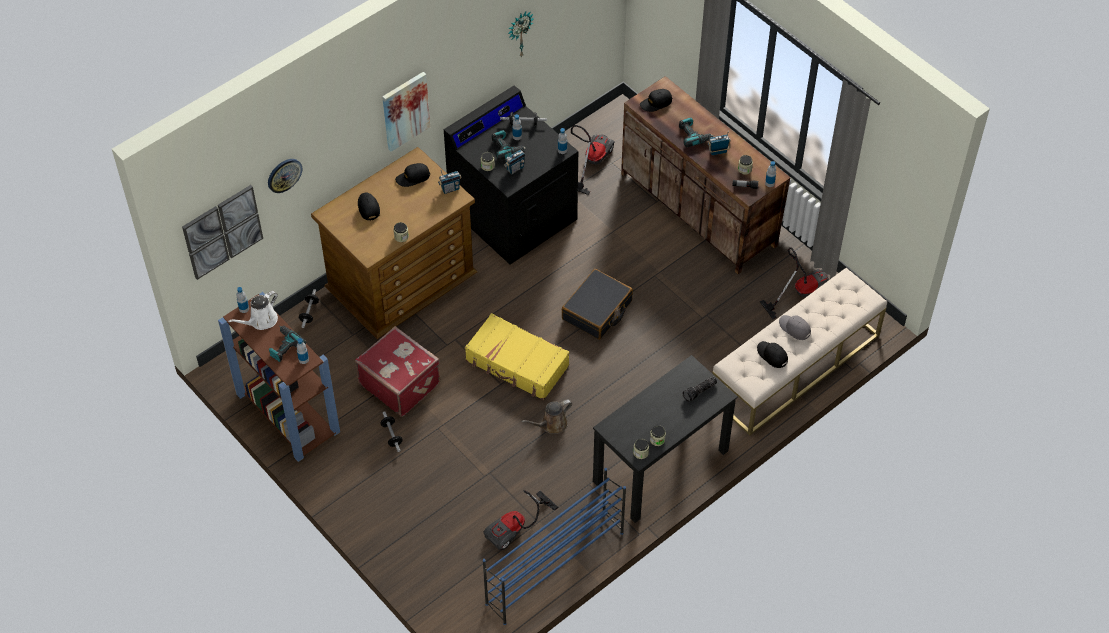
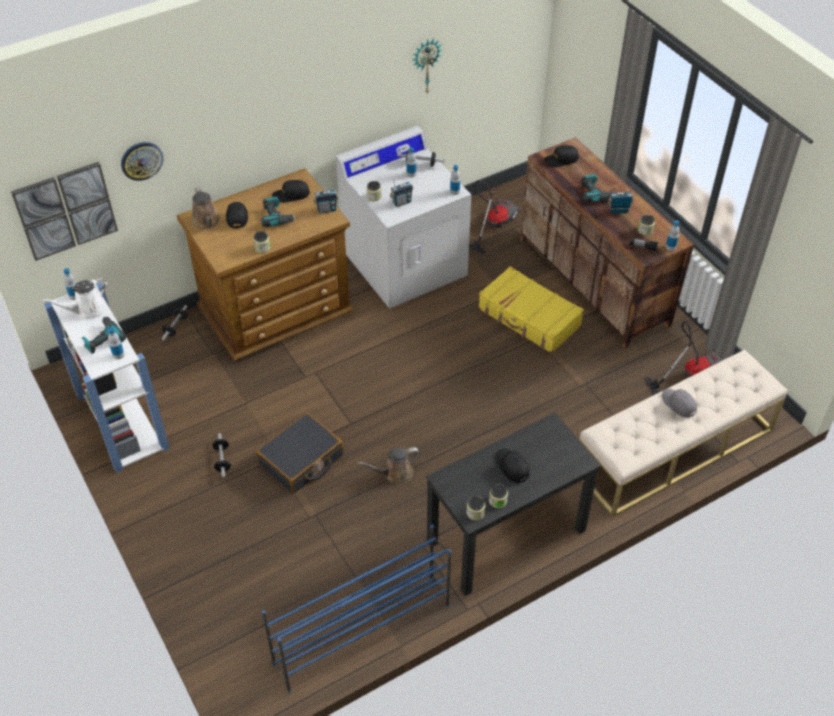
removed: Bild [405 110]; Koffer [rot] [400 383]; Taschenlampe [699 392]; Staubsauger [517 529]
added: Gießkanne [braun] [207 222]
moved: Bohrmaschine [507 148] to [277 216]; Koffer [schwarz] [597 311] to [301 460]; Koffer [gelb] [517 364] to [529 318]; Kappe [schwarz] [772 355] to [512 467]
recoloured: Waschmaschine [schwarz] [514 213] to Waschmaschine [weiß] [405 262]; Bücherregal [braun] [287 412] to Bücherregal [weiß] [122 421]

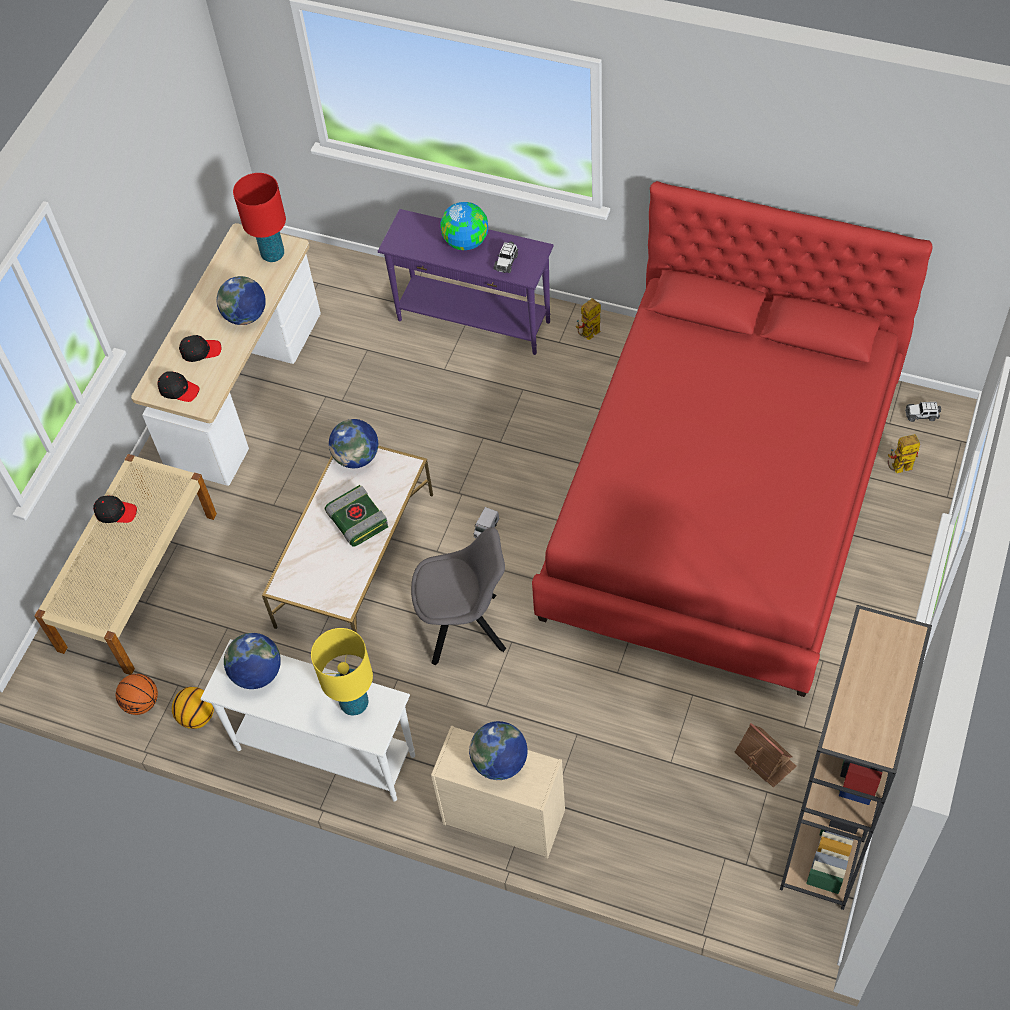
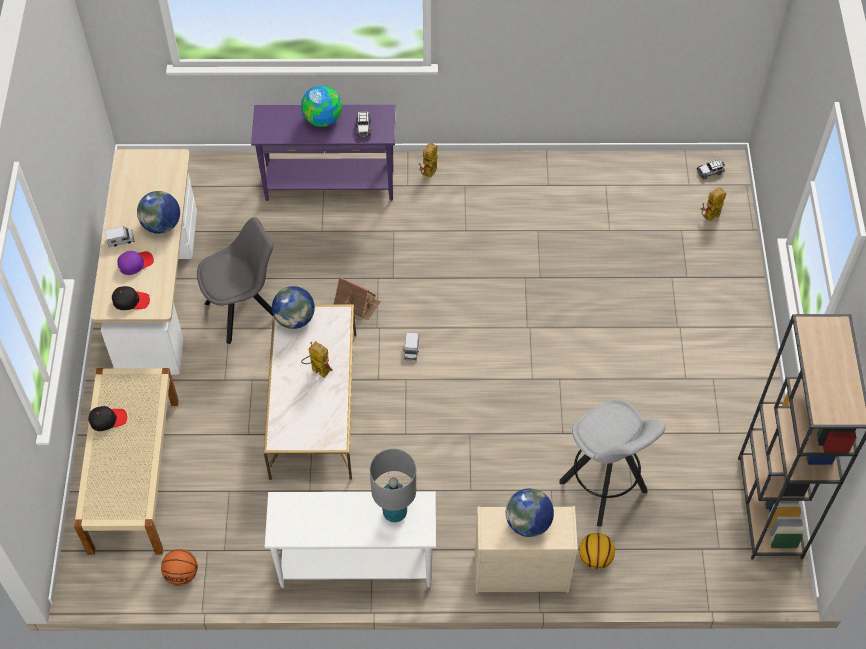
removed: Tischlampe [rot] [273 254]; Bett [rot] [723 499]; Globus [257 673]
added: Spielzeuglaster [121 240]; Hocker [grau] [604 489]
moved: Stuhl [grau] [465 628] to [243 311]; Basketball [197 716] to [595 558]; Spielzeughaus [765 758] to [357 303]
replaced: Buch [356 520] to Spielzeugroboter [316 369]
recoloured: Kappe [schwarz] [200 351] to Kappe [lila] [135 263]; Tischlampe [gelb] [354 703] to Tischlampe [grau] [395 512]

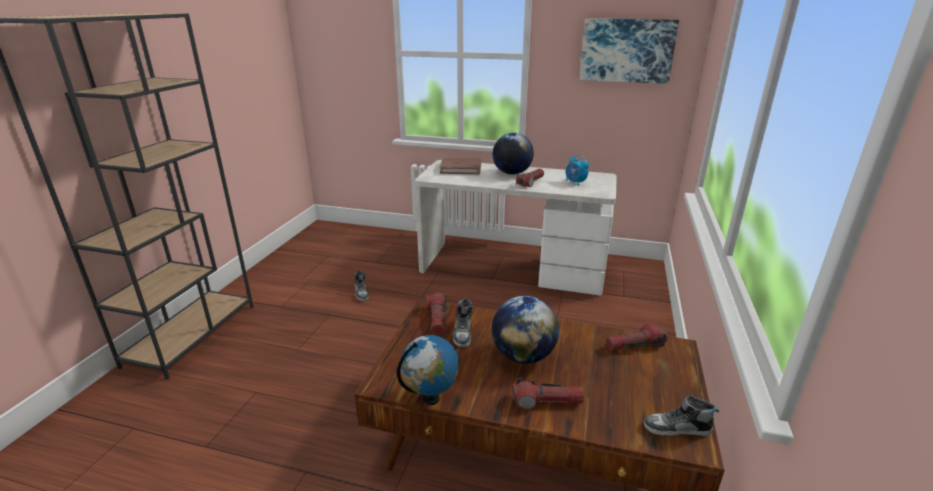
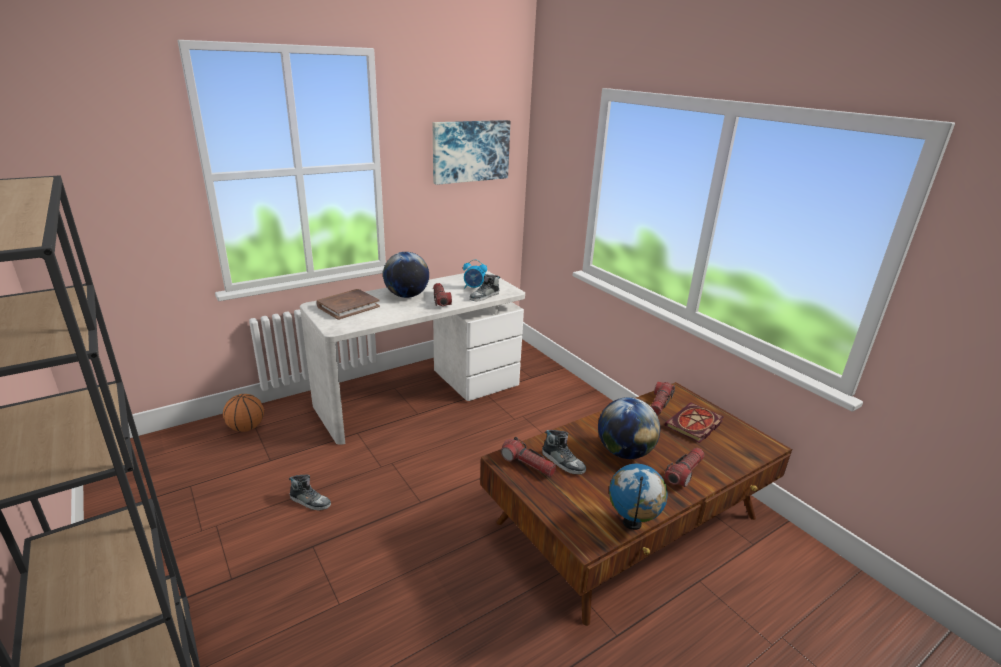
added: Basketball [246 428]; Buch [694 425]
moved: Schuh [677 428] to [484 296]

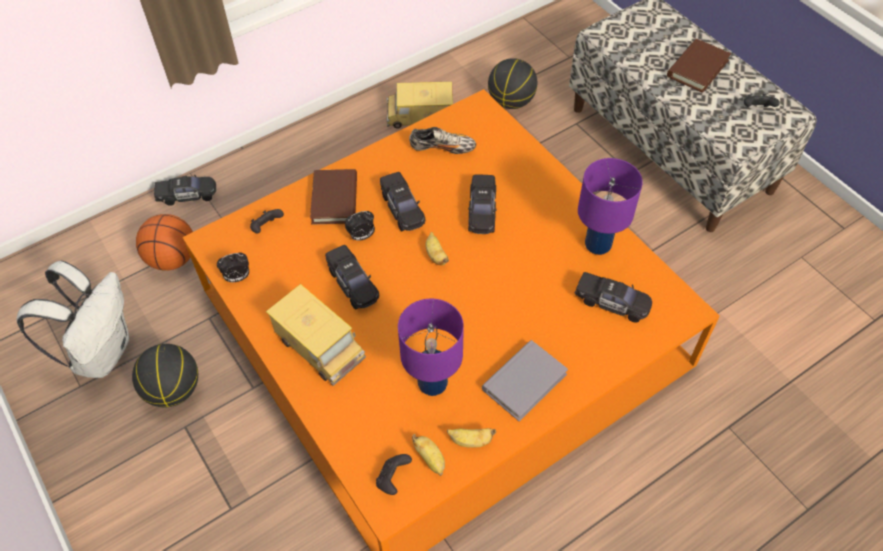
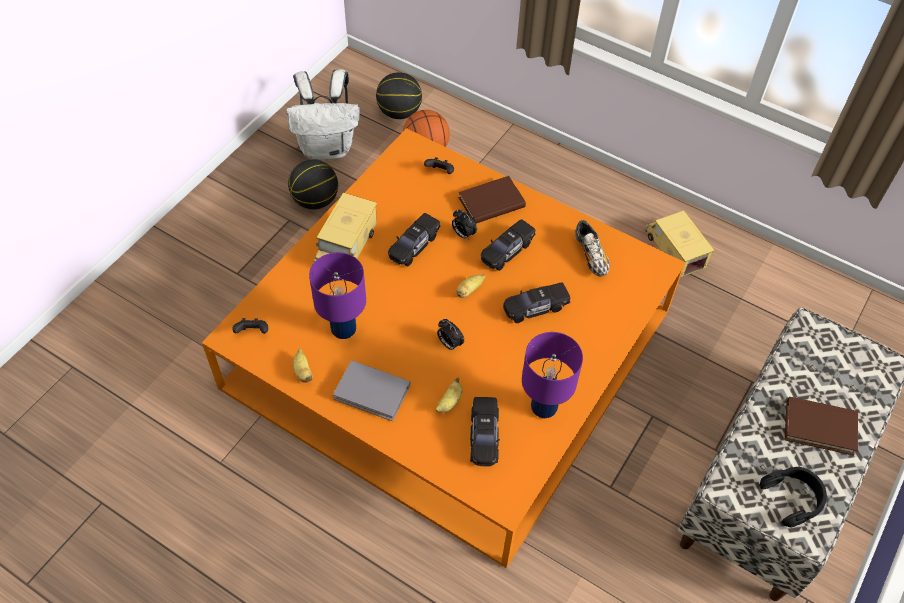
removed: Spielzeugauto [schwarz] [187 195]
moved: Basketball [510 102] to [399 112]; Wecker [237 278] to [449 344]; Banane [430 459] to [449 402]
replaced: Gamepad [schwarz] [756 109] to Kopfhörer [schwarz] [793 498]

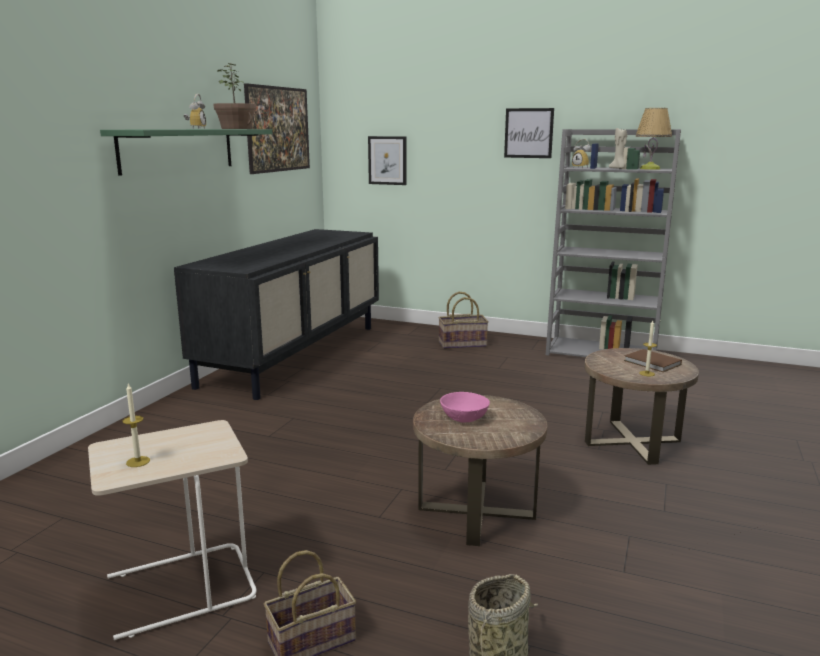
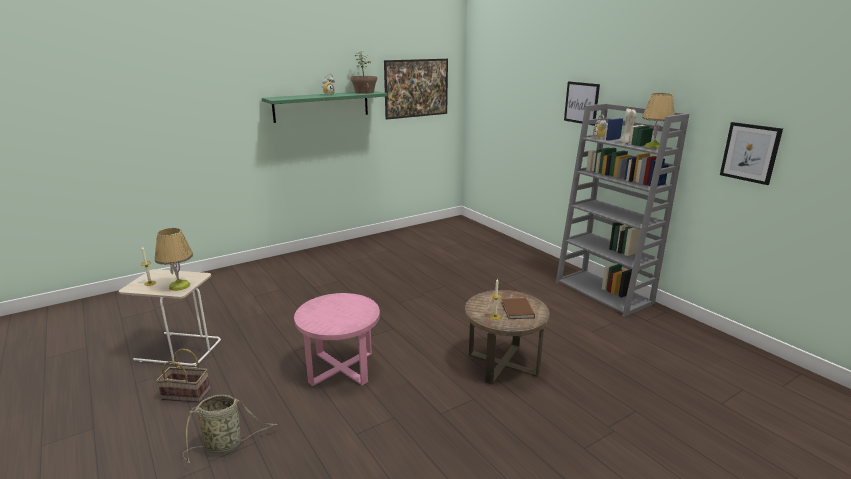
removed: Schrank [schwarz] [296 355]; Korb [462 344]; Schüssel [rosa] [463 418]
added: Tischlampe [179 286]
moved: Bild [387 160] to [750 152]
recoloured: Beistelltisch [braun] [476 511] to Beistelltisch [rosa] [341 367]

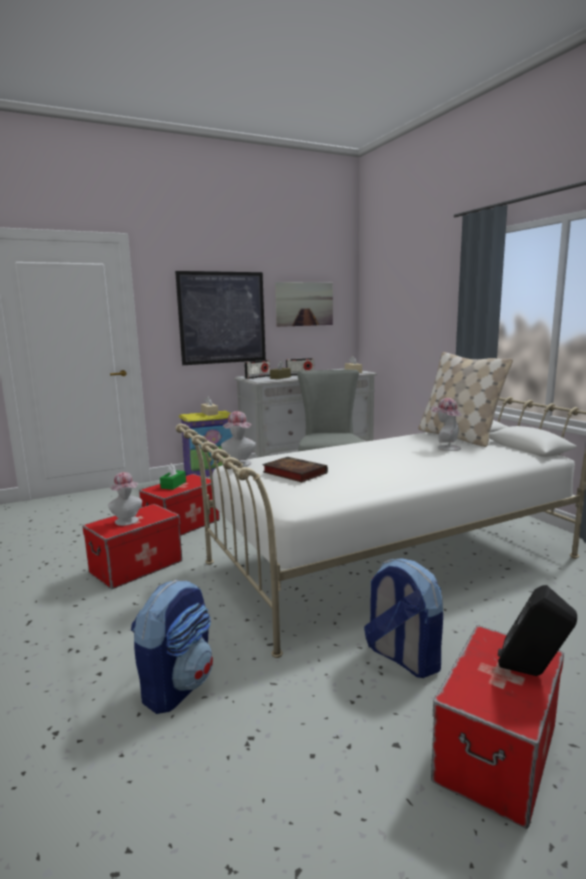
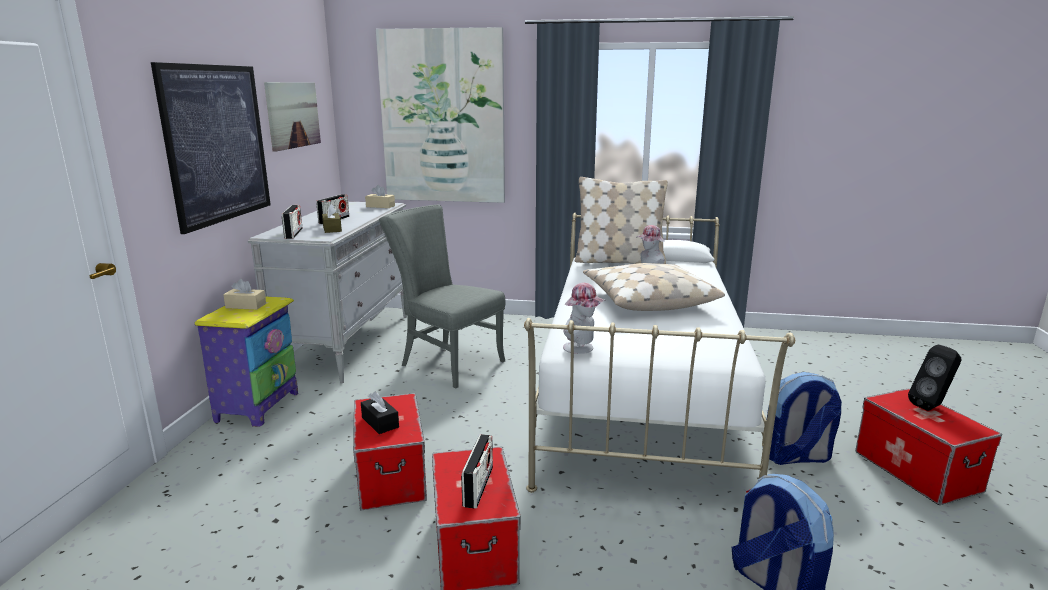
removed: Buch [293 473]
added: Bild [442 117]; Kissen [beige] [647 300]
replaced: Hut [127 522] to Radio [478 486]
recoloured: Taschentuchbox [grün] [173 485] to Taschentuchbox [schwarz] [380 422]

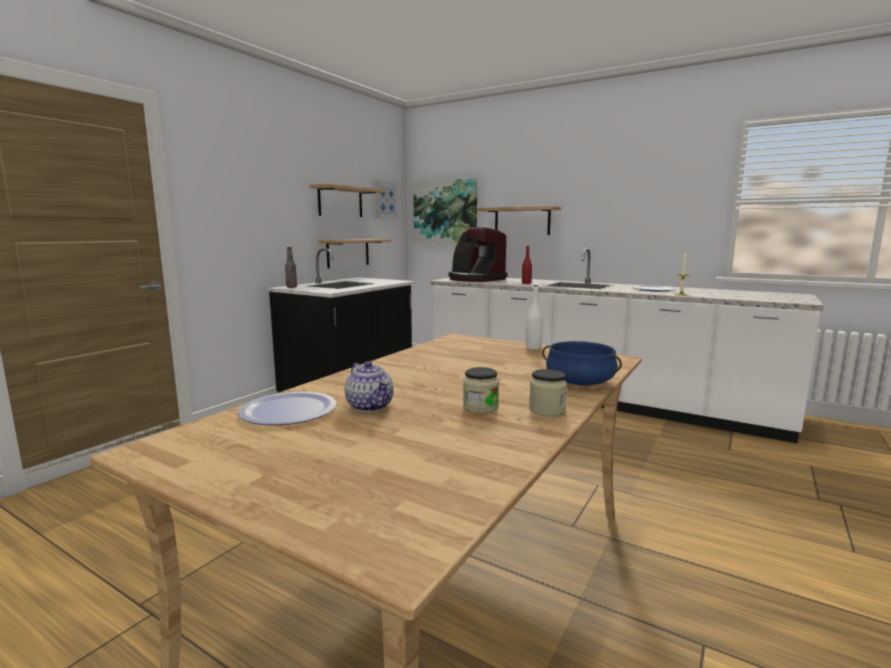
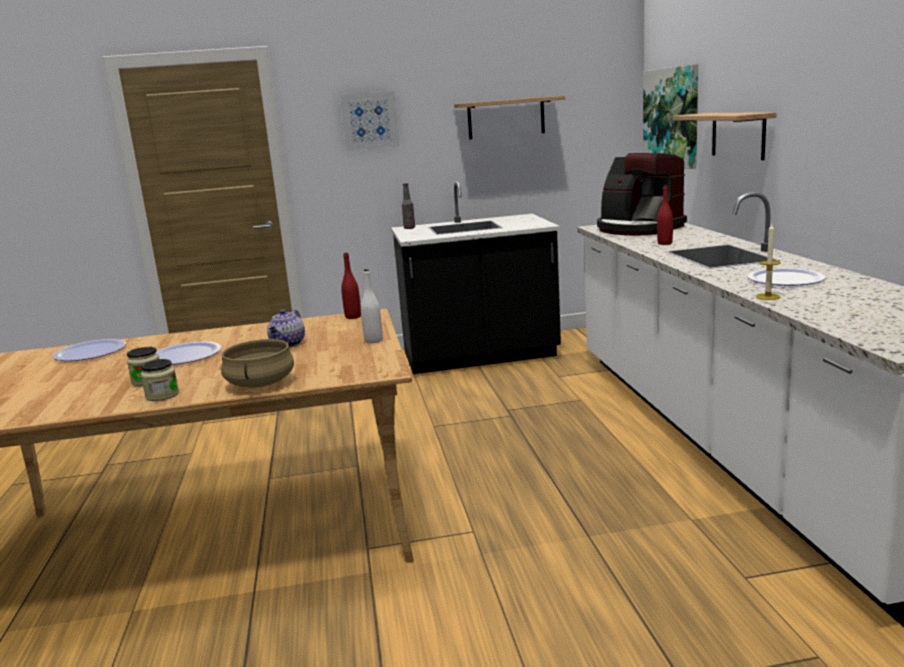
removed: Wandregal [348 253]
added: Flasche [rot] [353 317]; Teller [185 355]
moved: Bild [385 200] to [369 120]; Teekanne [370 406] to [288 344]
recoloured: Kochtopf [blau] [579 382] to Kochtopf [beige] [260 383]
turned: Kaffeemaschine [475 279] = [638 228] 45 degrees counterclockwise

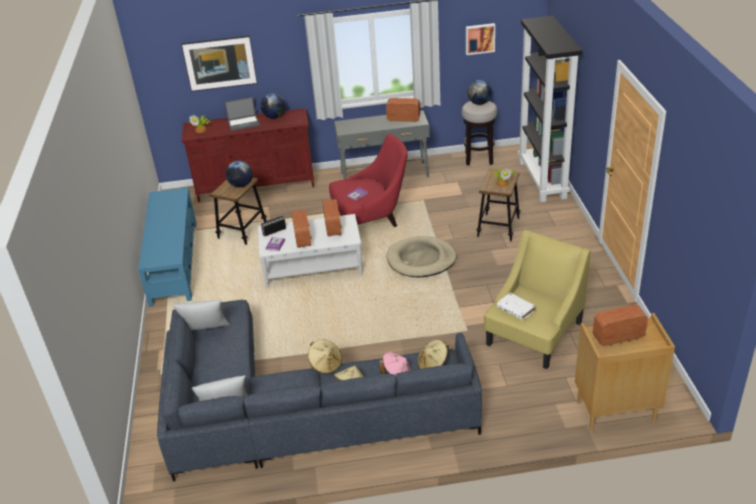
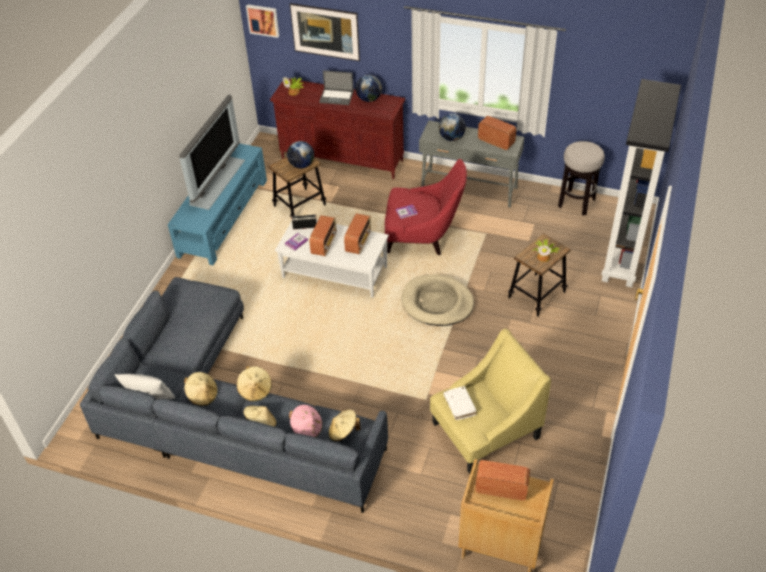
removed: Kissen [grau] [206 331]
added: Fernseher [215 181]; Hut [beige] [202 395]
moved: Bild [480 38] to [263 20]; Globus [479 103] to [451 138]

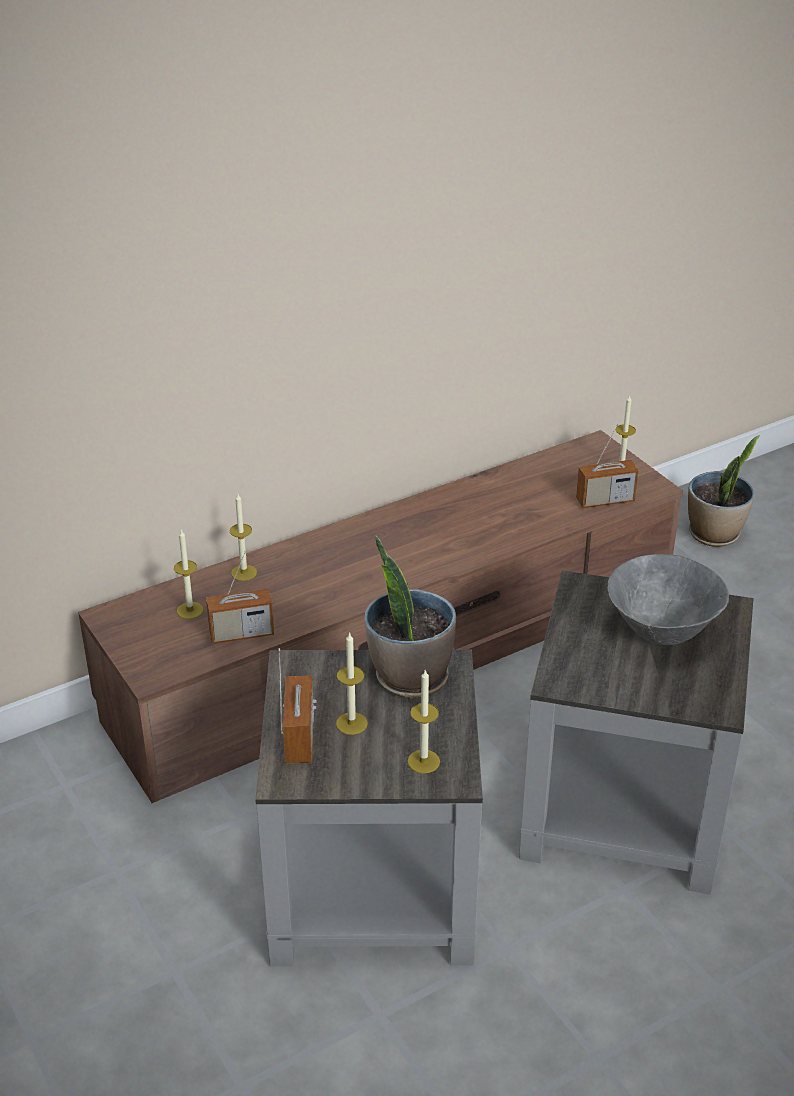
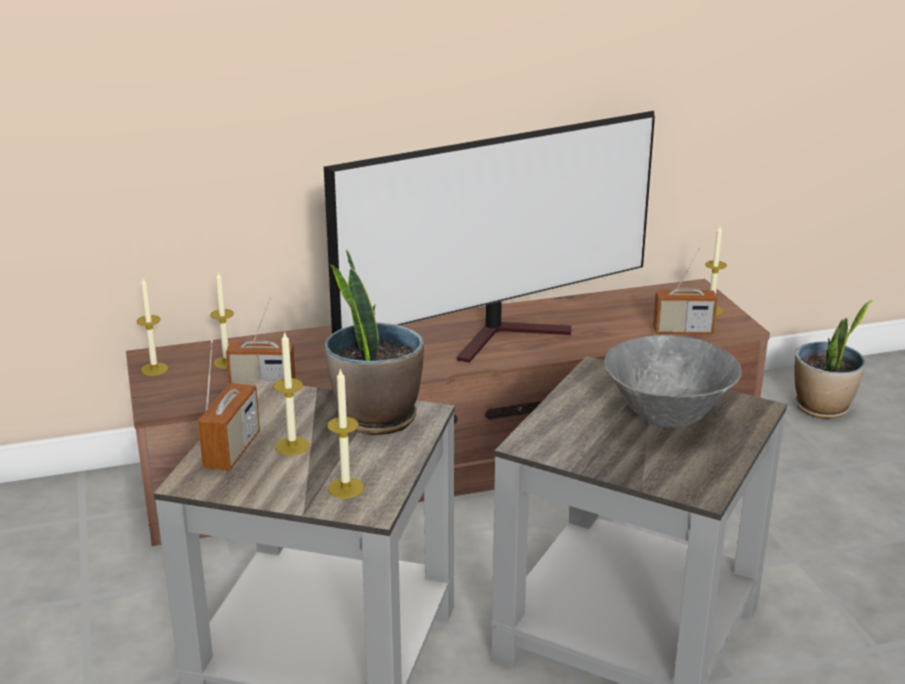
added: Fernseher [507 335]
moved: Kerze [244 572] to [154 369]

